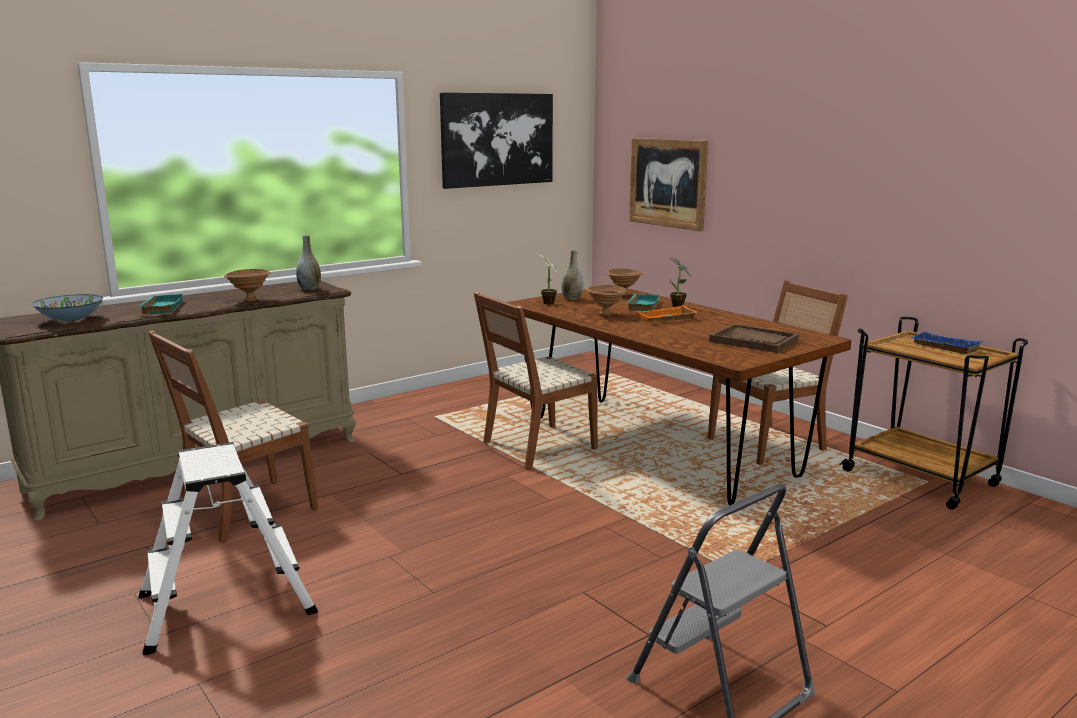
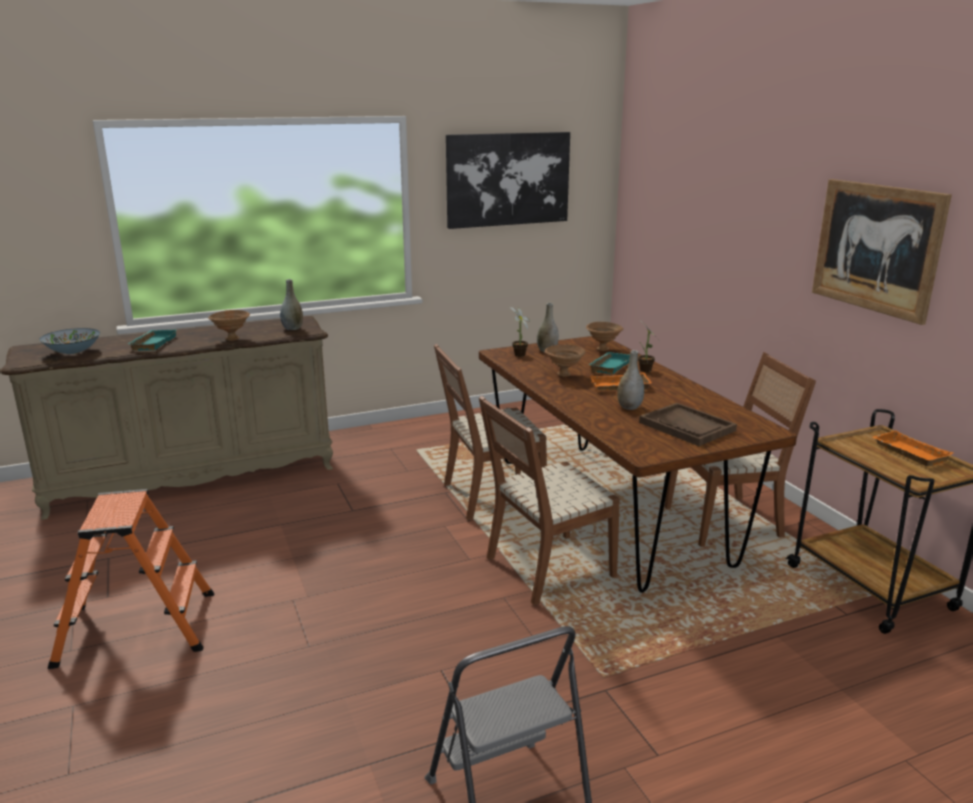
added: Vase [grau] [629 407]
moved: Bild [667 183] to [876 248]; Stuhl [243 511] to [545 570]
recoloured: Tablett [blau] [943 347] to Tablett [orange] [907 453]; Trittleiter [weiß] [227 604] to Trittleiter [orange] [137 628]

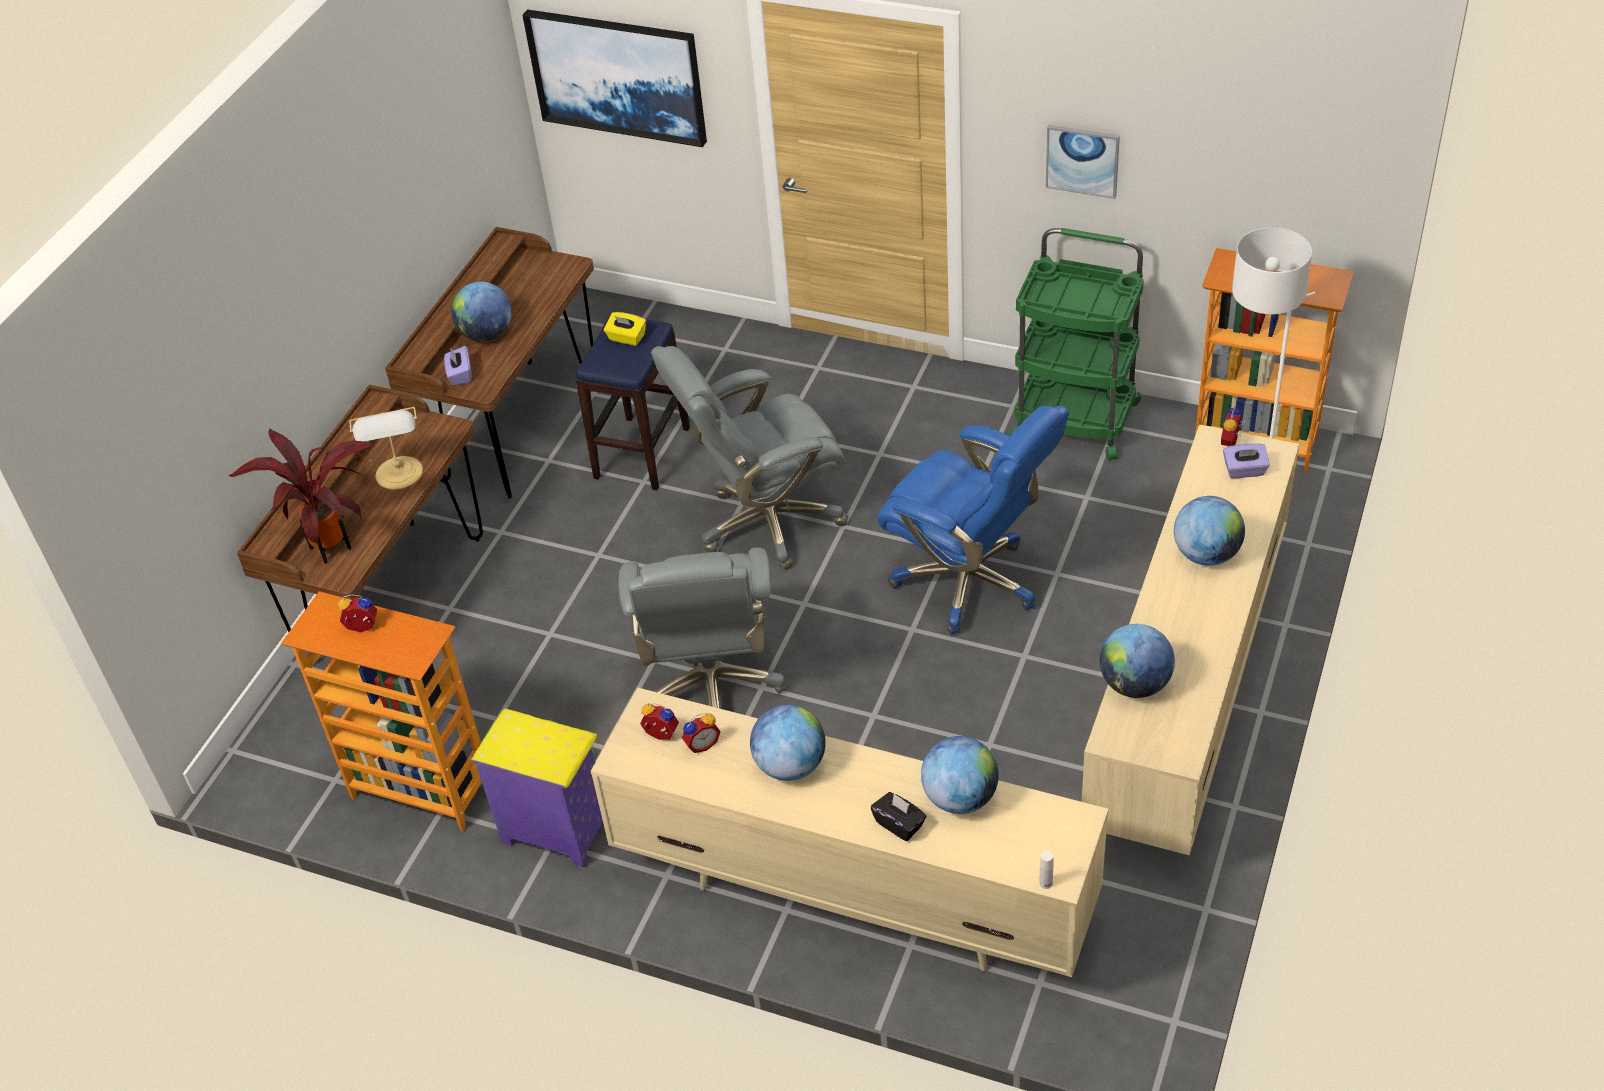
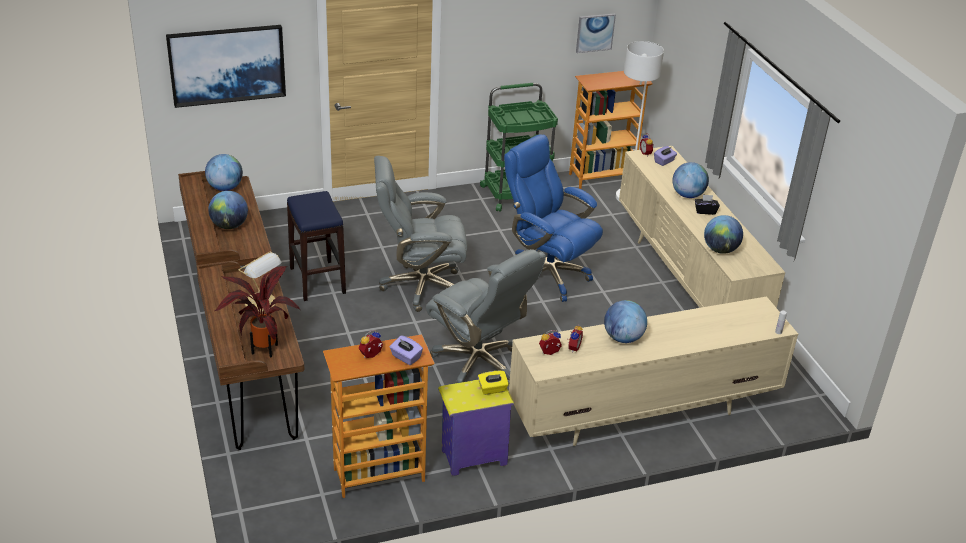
moved: Bild [1082 160] to [595 32]; Taschentuchbox [gelb] [626 338] to [492 389]; Taschentuchbox [lila] [460 375] to [405 357]; Globus [960 798] to [225 188]; Taschentuchbox [schwarz] [899 824] to [705 211]
turned: Bürostuhl [grau] [764 524] = [420 287] 60 degrees clockwise; Bürostuhl [blau] [969 585] = [547 274] 135 degrees counterclockwise

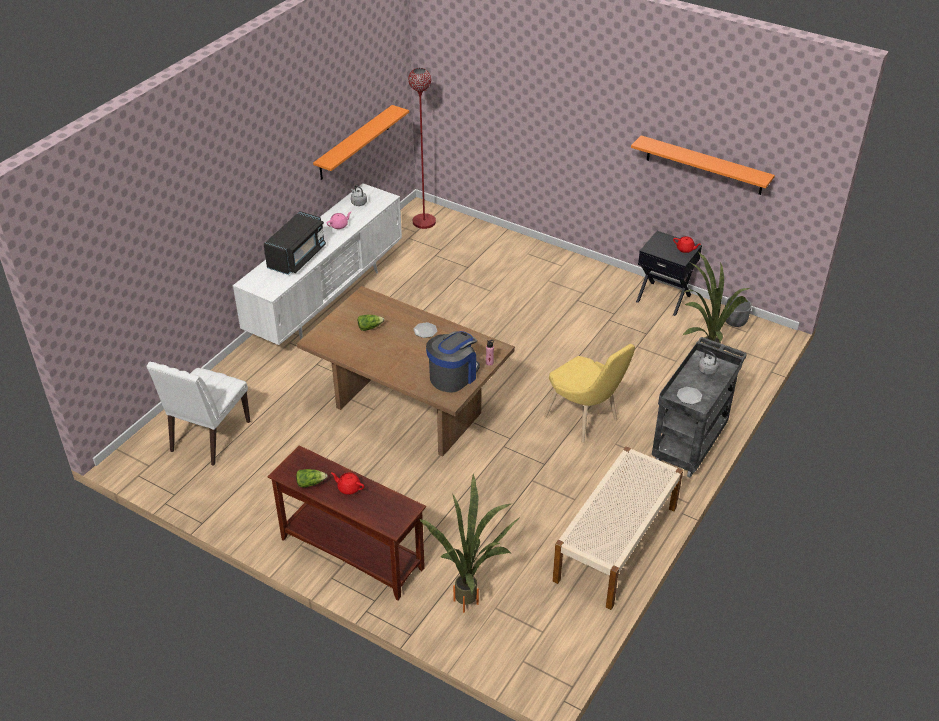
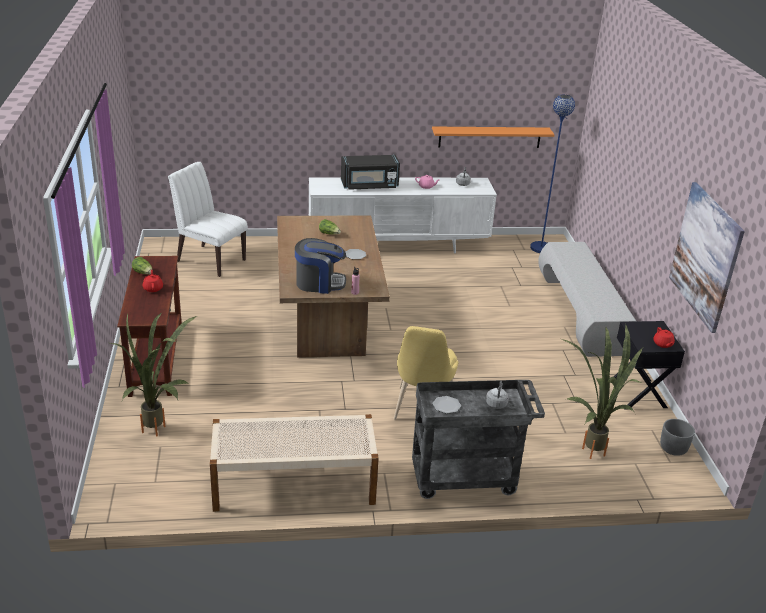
added: Bank [grau] [582 312]
replaced: Wandregal [orange] [704 165] to Bild [705 256]
recoloured: Stehlampe [rot] [424 222] to Stehlampe [blau] [541 248]
turned: Stuhl [weiß] [210 435] = [211 261] 45 degrees clockwise

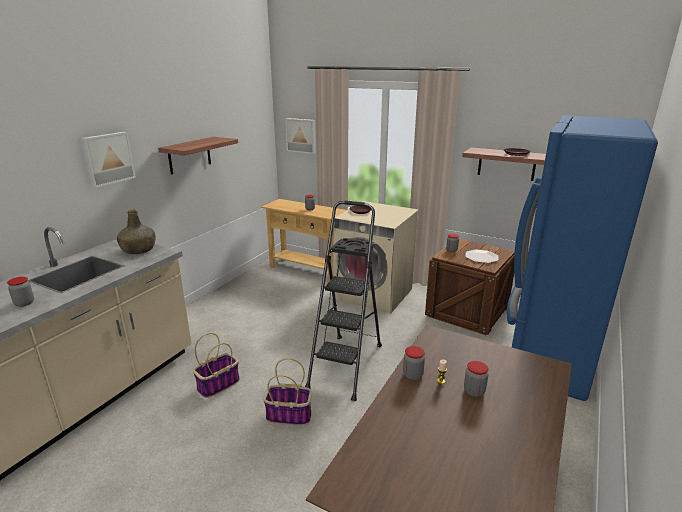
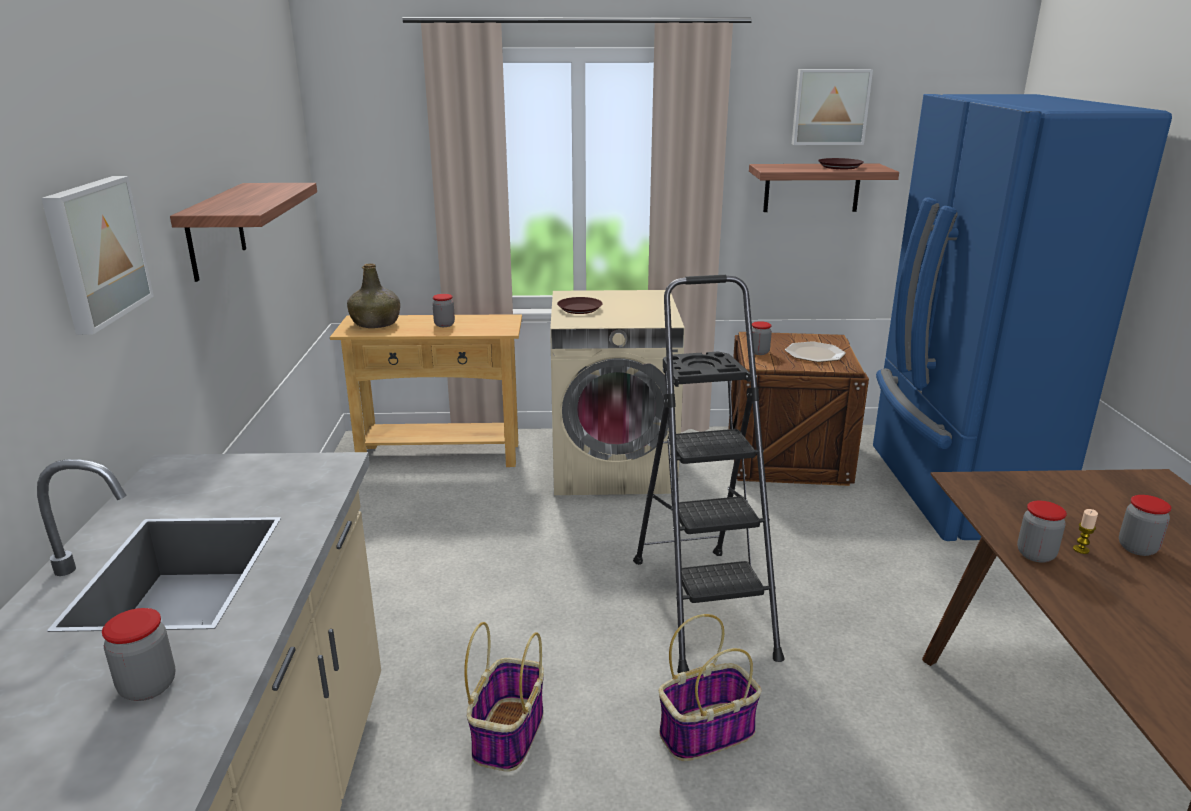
moved: Bild [301 135] to [830 107]; Flasche [grün] [139 250] to [376 323]

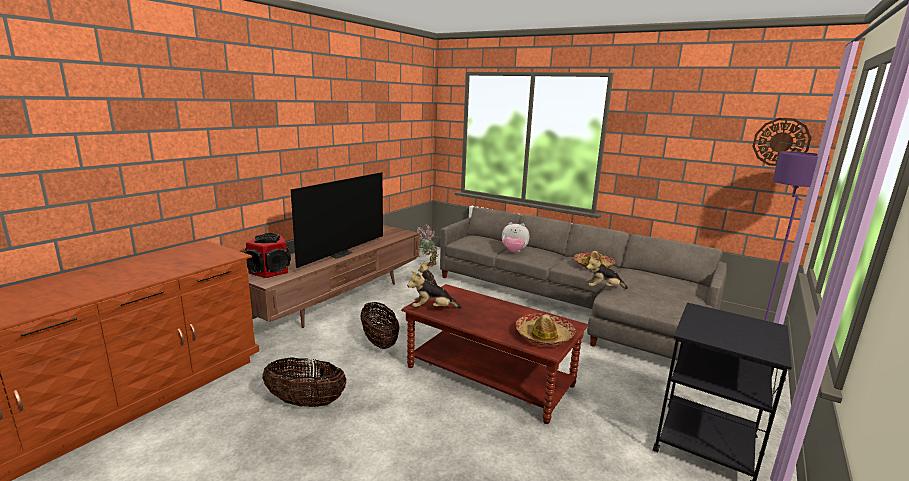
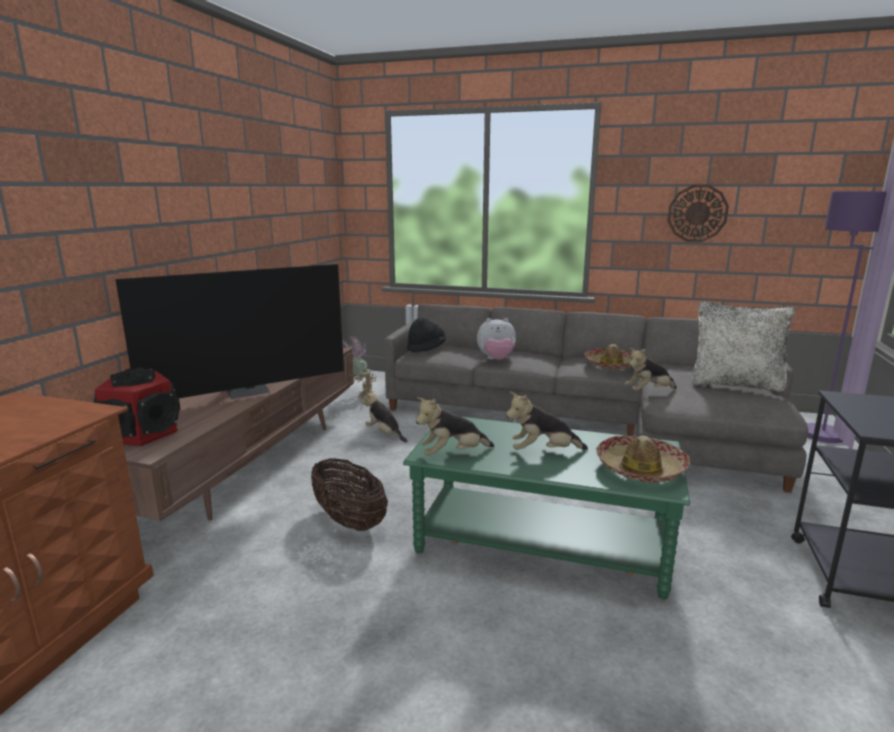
removed: Korb [305 402]
added: Kissen [beige] [736 386]; Hut [schwarz] [426 348]; Plüschtier [543 452]
moved: Wanduhr [781 142] to [697 213]
recoloured: Couchtisch [braun] [489 376] to Couchtisch [grün] [542 543]
turned: Fernseher [339 254] = [248 391] 45 degrees clockwise

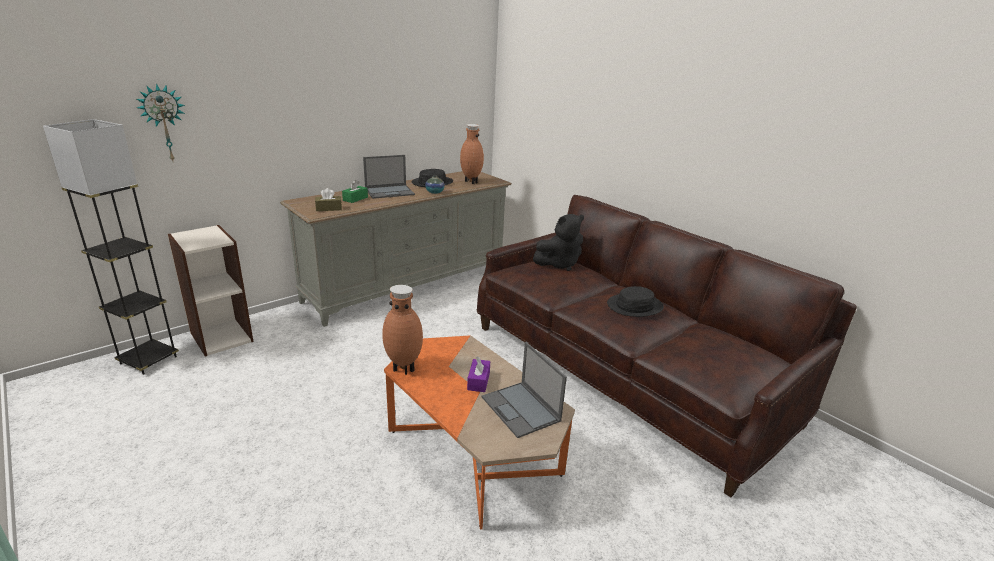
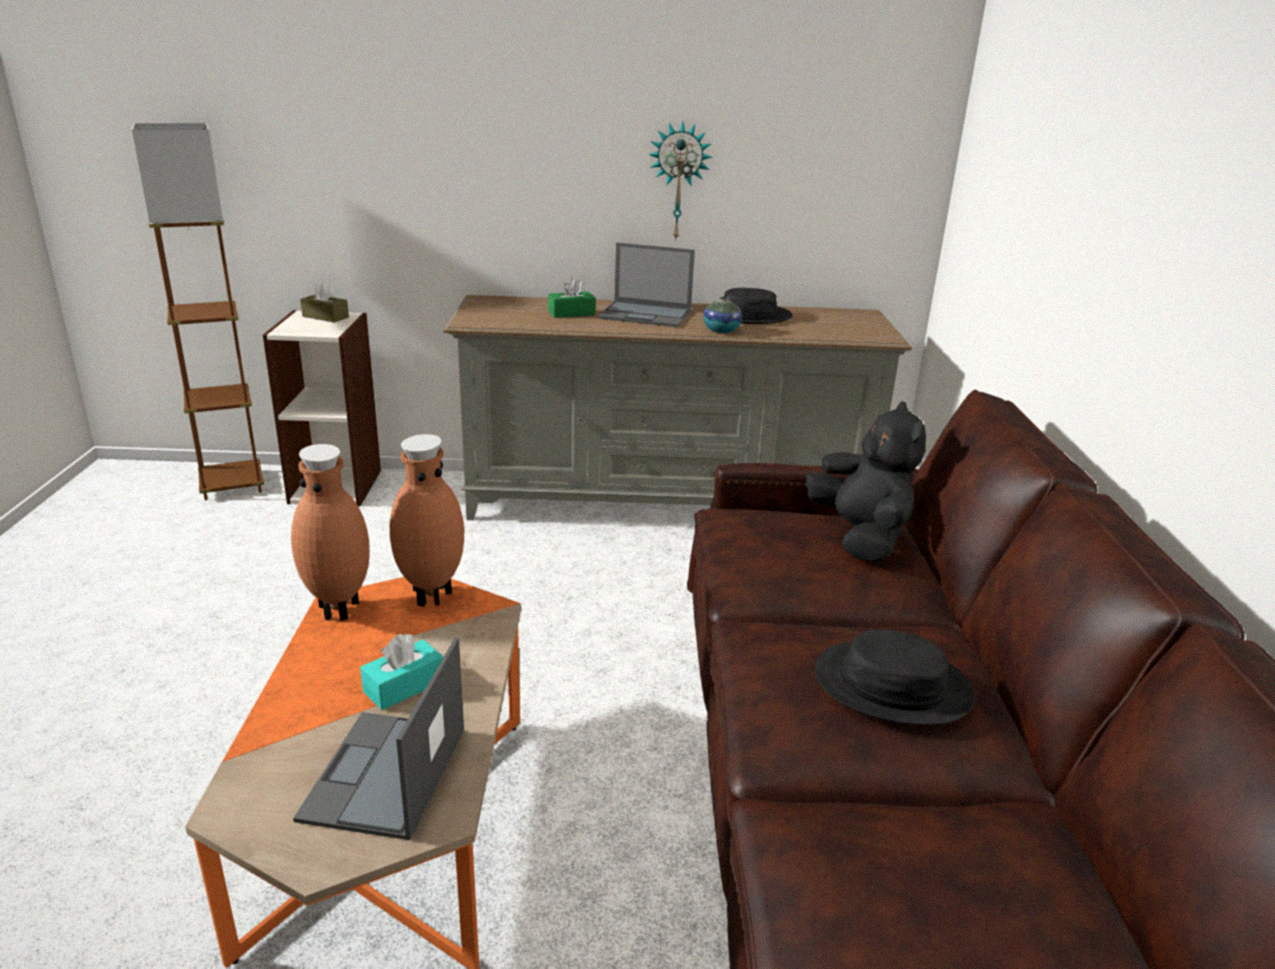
moved: Wanduhr [164 123] to [678 181]; Vase [braun] [470 182] to [430 595]; Taschentuchbox [braun] [329 208] to [325 317]
recoloured: Stehlampe [grau] [148 360] to Stehlampe [braun] [232 485]; Taschentuchbox [lila] [478 381] to Taschentuchbox [türkis] [404 686]
turned: Plüschtier [schwarz] [559 264] = [860 537] 120 degrees counterclockwise

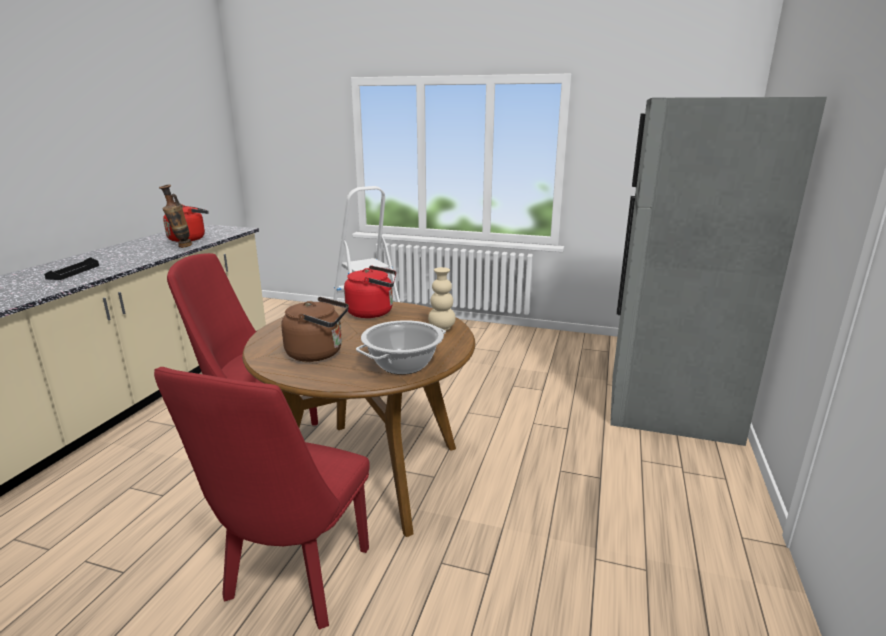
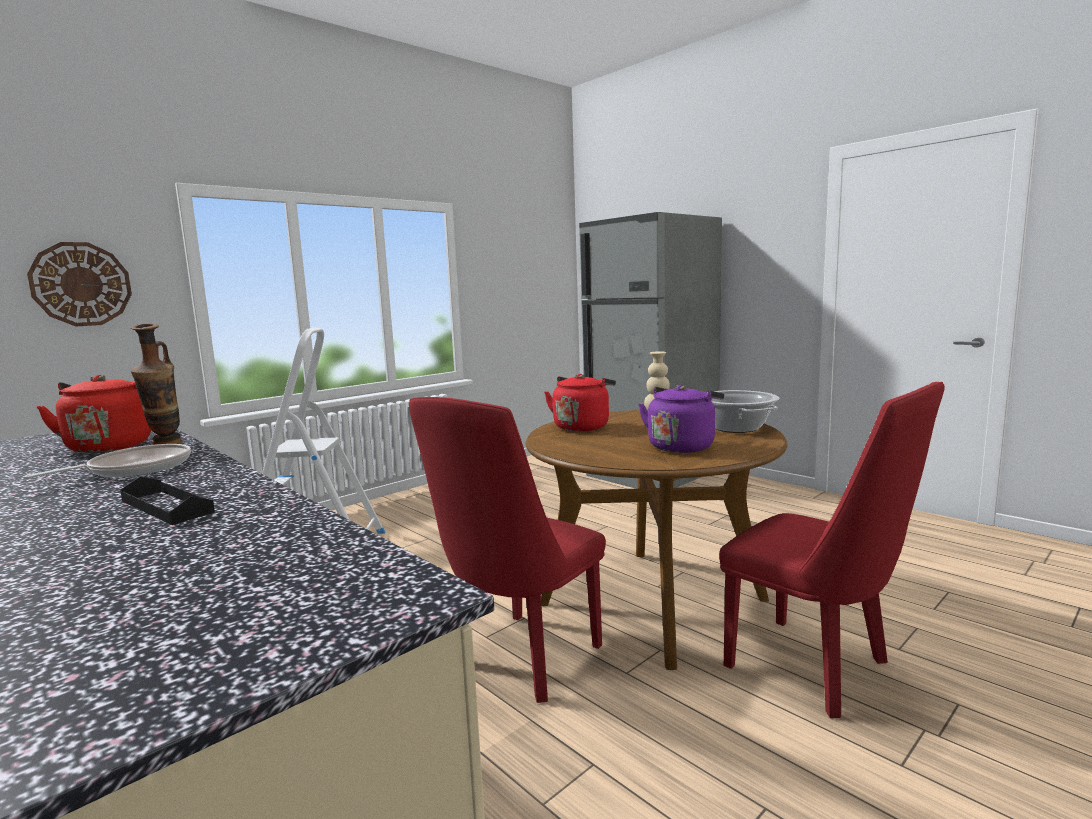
added: Wanduhr [81 284]; Pfanne [134 469]
recoloured: Wasserkessel [braun] [318 353] to Wasserkessel [lila] [682 446]

